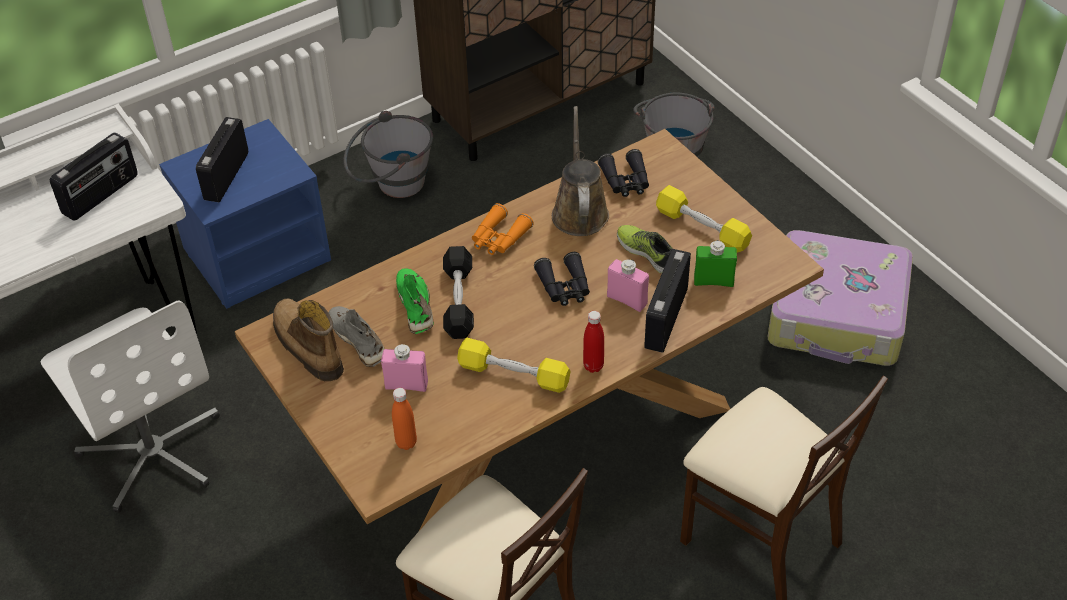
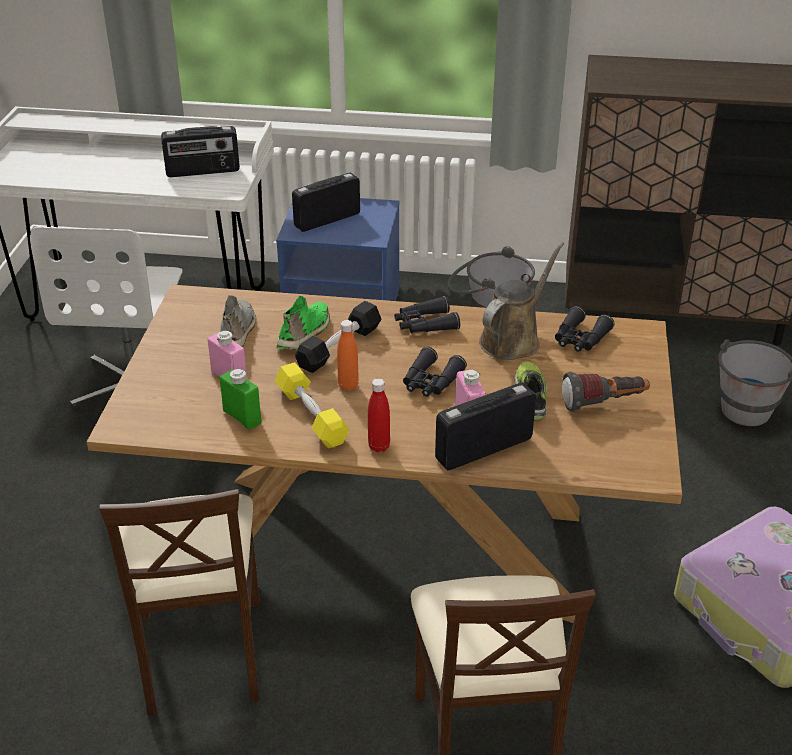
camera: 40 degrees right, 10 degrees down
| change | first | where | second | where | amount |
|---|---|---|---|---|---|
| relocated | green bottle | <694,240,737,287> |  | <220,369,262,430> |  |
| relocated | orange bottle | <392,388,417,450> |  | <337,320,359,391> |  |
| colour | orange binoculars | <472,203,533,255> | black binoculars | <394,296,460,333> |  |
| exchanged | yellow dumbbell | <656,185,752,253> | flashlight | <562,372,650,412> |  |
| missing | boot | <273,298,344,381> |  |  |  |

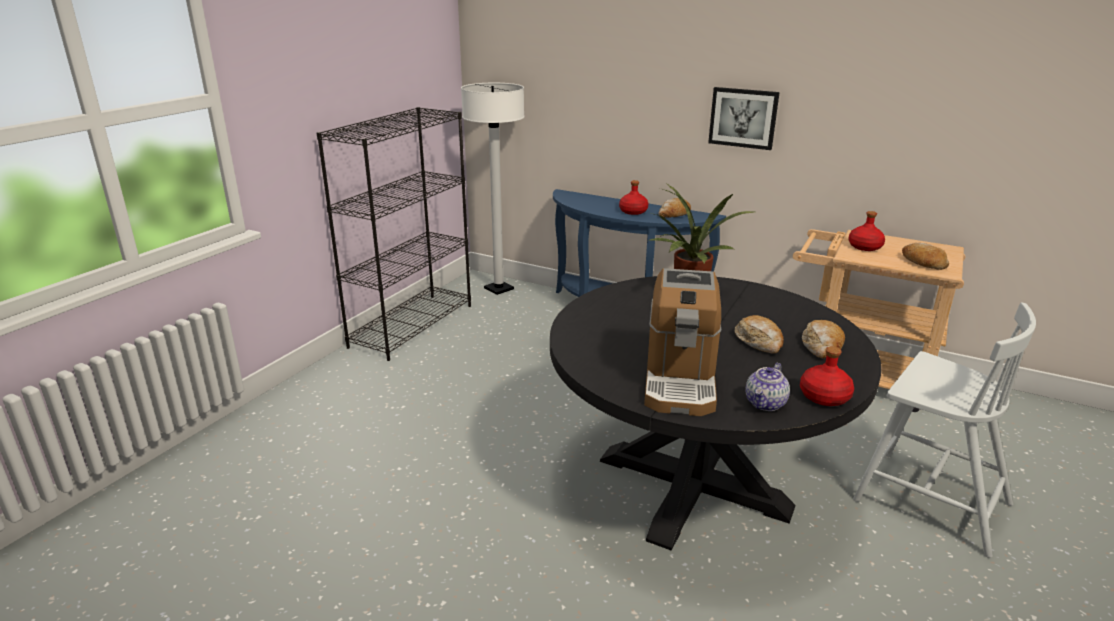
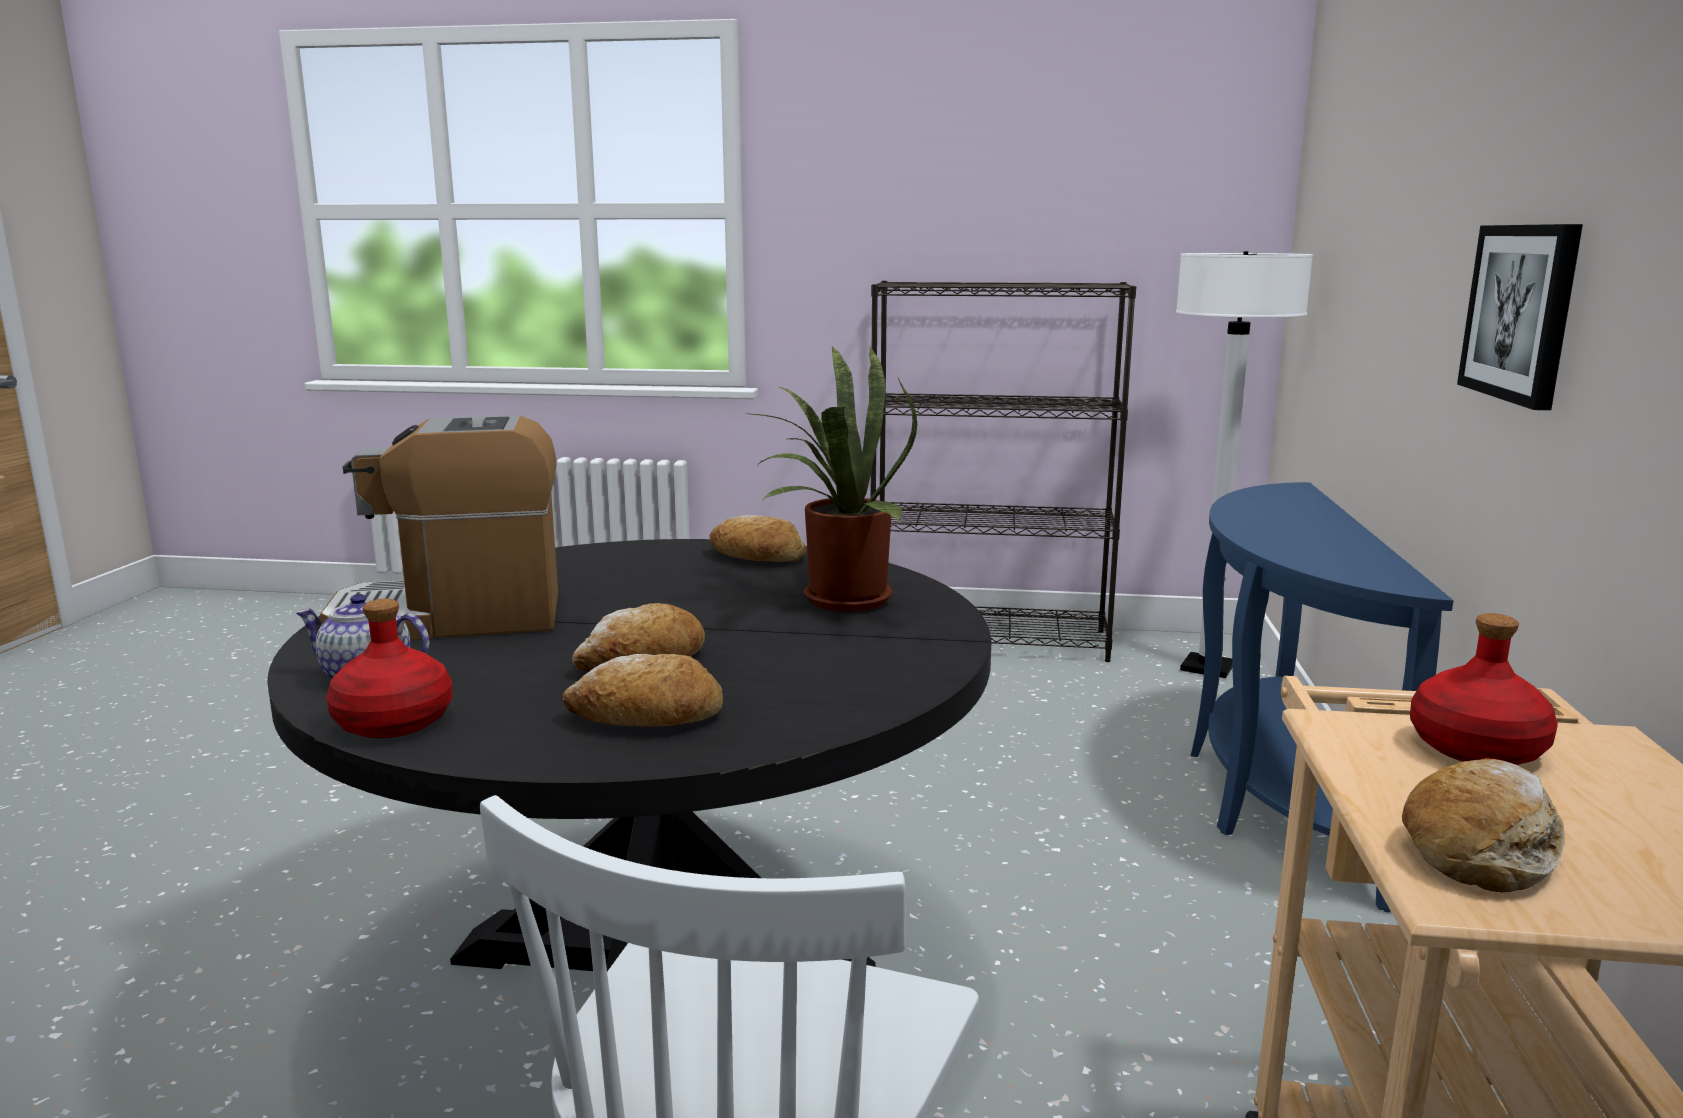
camera: 70 degrees right, 10 degrees down
| change | first | where | second | where | amount |
|---|---|---|---|---|---|
| relocated | bread | <659,198,691,218> |  | <710,515,806,562> |  |
| missing | red bottle | <619,180,649,215> |  |  |  |

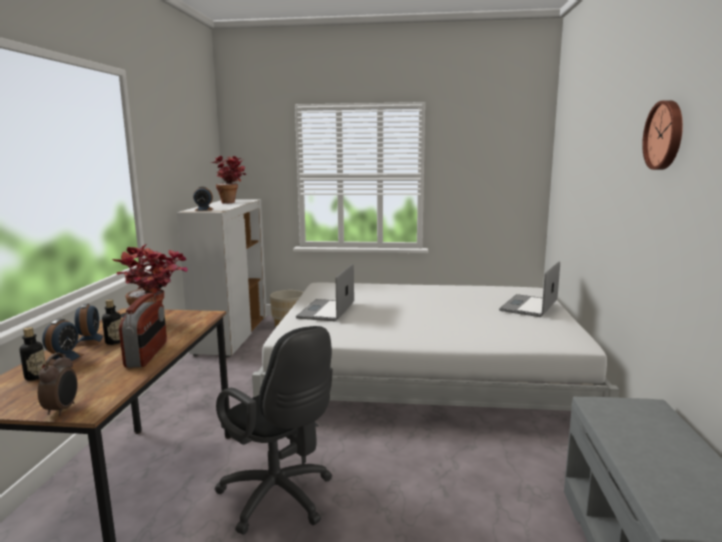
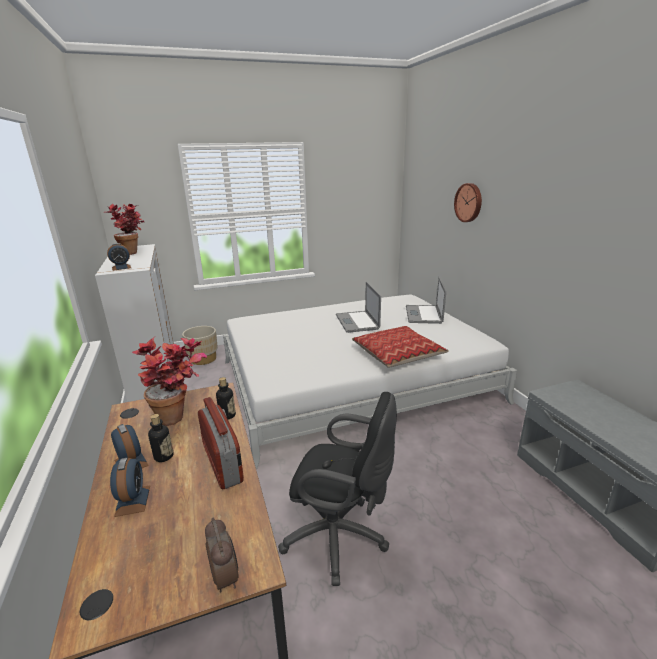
camera: 25 degrees left, 10 degrees up
| change | first | where | second | where | amount |
|---|---|---|---|---|---|
| relocated | bottle | <19,327,46,381> |  | <216,377,236,419> |  |
| relocated | laptop | <296,264,354,321> |  | <336,282,381,333> |  |
| appeared |  |  | pillow | <352,326,449,368> |  |
| relocated | wall clock | <642,100,683,170> |  | <454,183,482,222> |  |

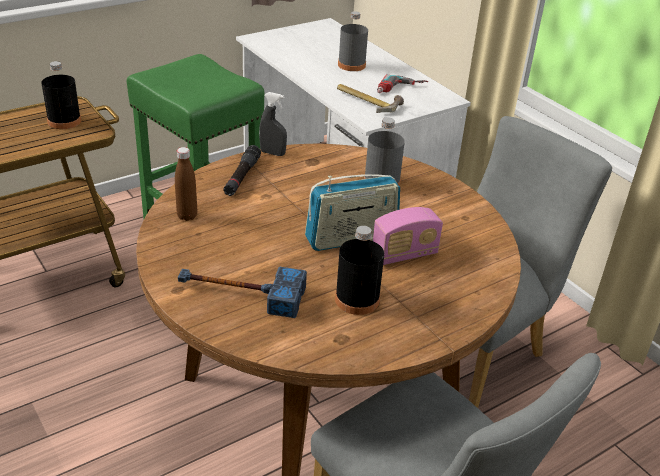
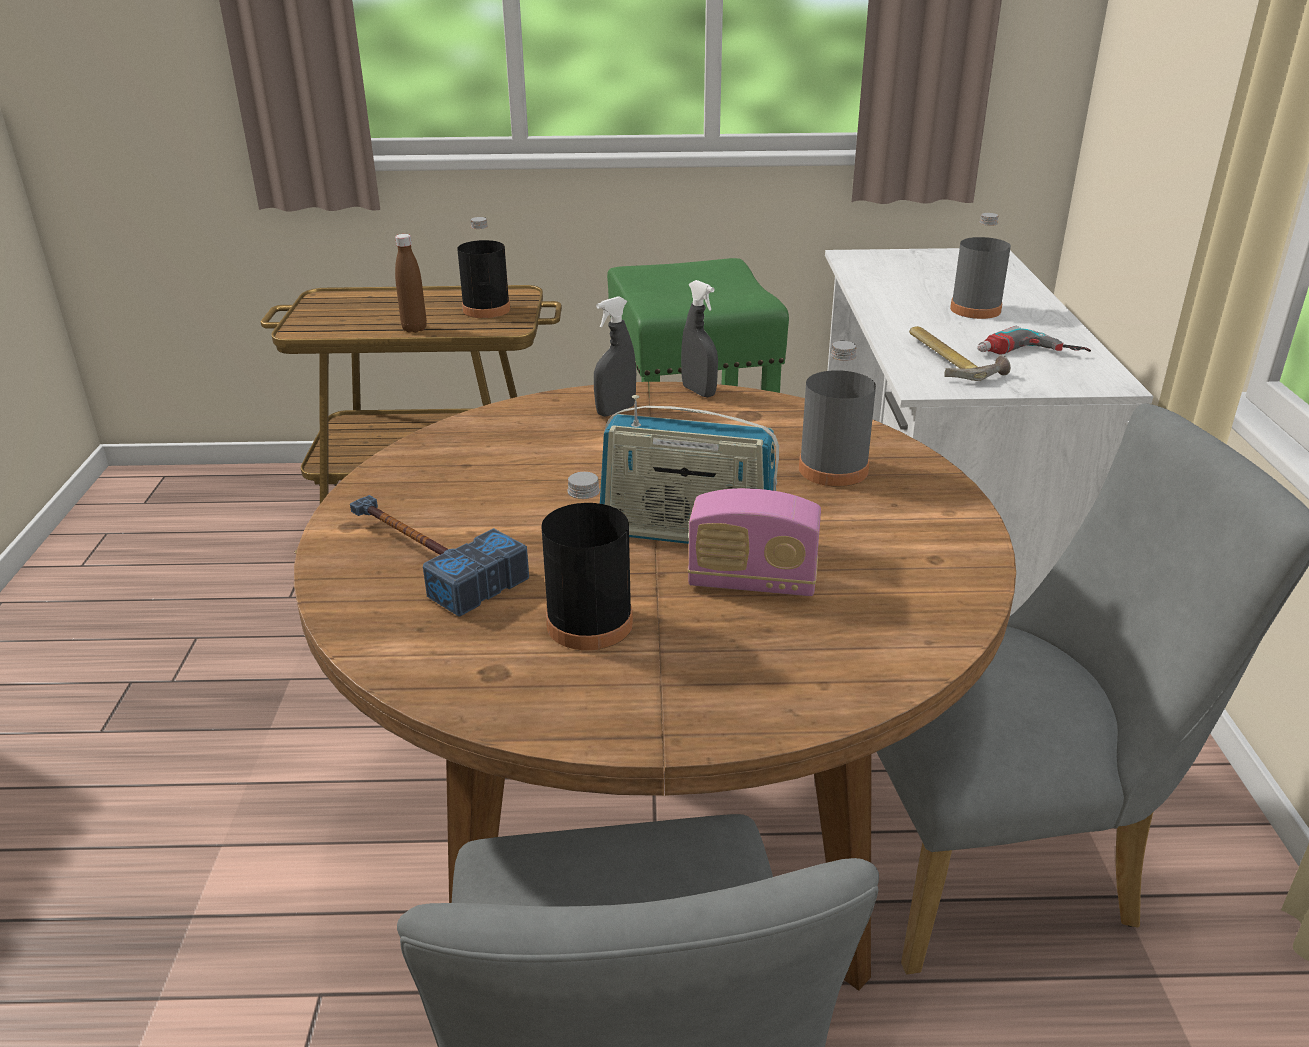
camera: 35 degrees right, 5 degrees down
| change | first | where | second | where | amount |
|---|---|---|---|---|---|
| relocated | brown bottle | <175,147,197,221> |  | <395,234,427,333> |  |
| exchanged | black flashlight | <223,145,261,196> | grey spray bottle | <594,296,636,417> |  |

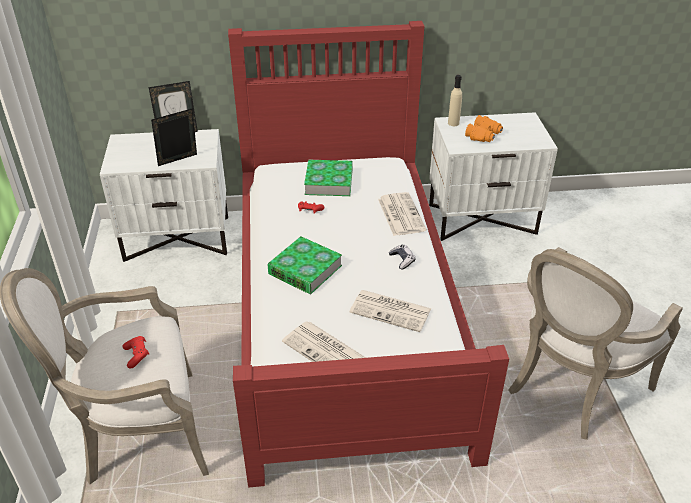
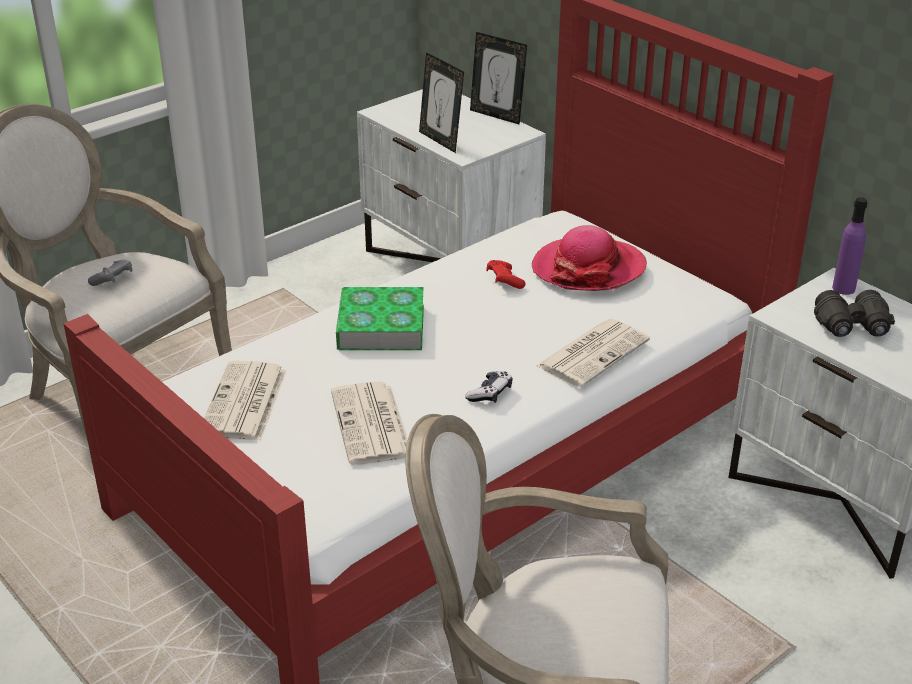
camera: 55 degrees right, 5 degrees down
| change | first | where | second | where | amount |
|---|---|---|---|---|---|
| colour | red game controller | <123,336,149,368> | grey game controller | <88,260,132,286> |  |
| spun | picture frame | <151,108,197,166> |  | <419,52,464,153> | 150 degrees counterclockwise |
| exchanged | book | <304,160,353,196> | hat | <532,225,647,291> |  |
| colour | orange binoculars | <465,115,503,142> | black binoculars | <814,290,895,337> |  |
| colour | beige bottle | <448,75,462,126> | purple bottle | <832,197,867,295> |  |

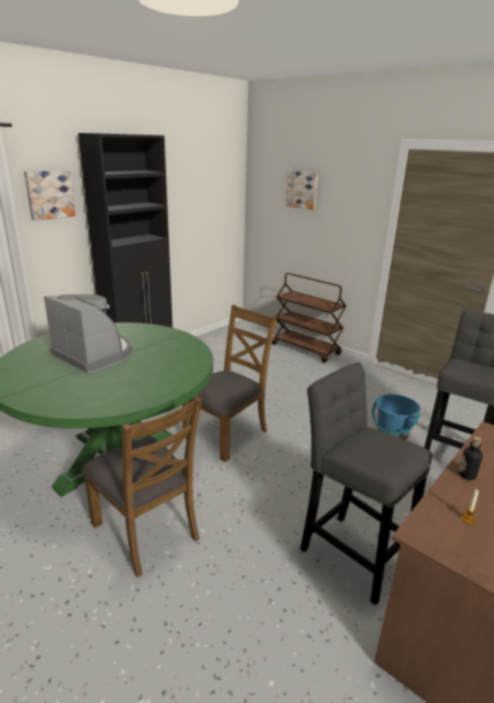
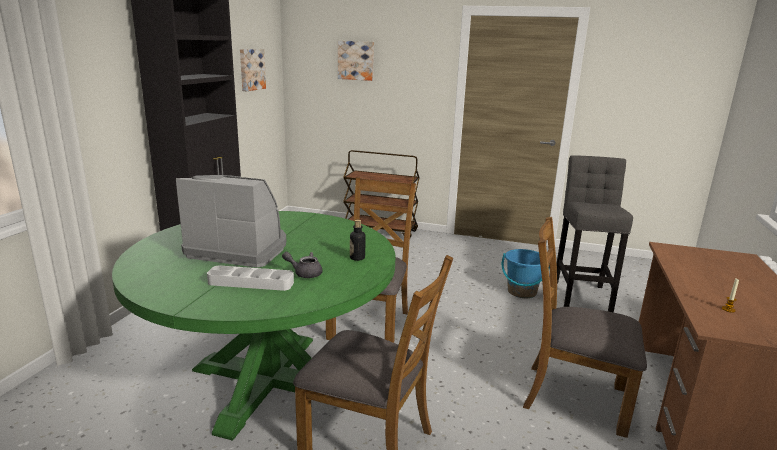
camera: 25 degrees left, 5 degrees down
| change | first | where | second | where | amount |
|---|---|---|---|---|---|
| appeared |  |  | grey tray | <207,265,294,291> |  |
| relocated | picture | <24,170,76,220> |  | <240,49,266,91> |  |
| appeared |  |  | grey teapot | <282,252,322,278> |  |
| relocated | bottle | <458,437,483,480> |  | <350,220,366,261> |  |
| exchanged | grey stool | <300,363,432,605> | brown chair | <523,217,647,438> |  |

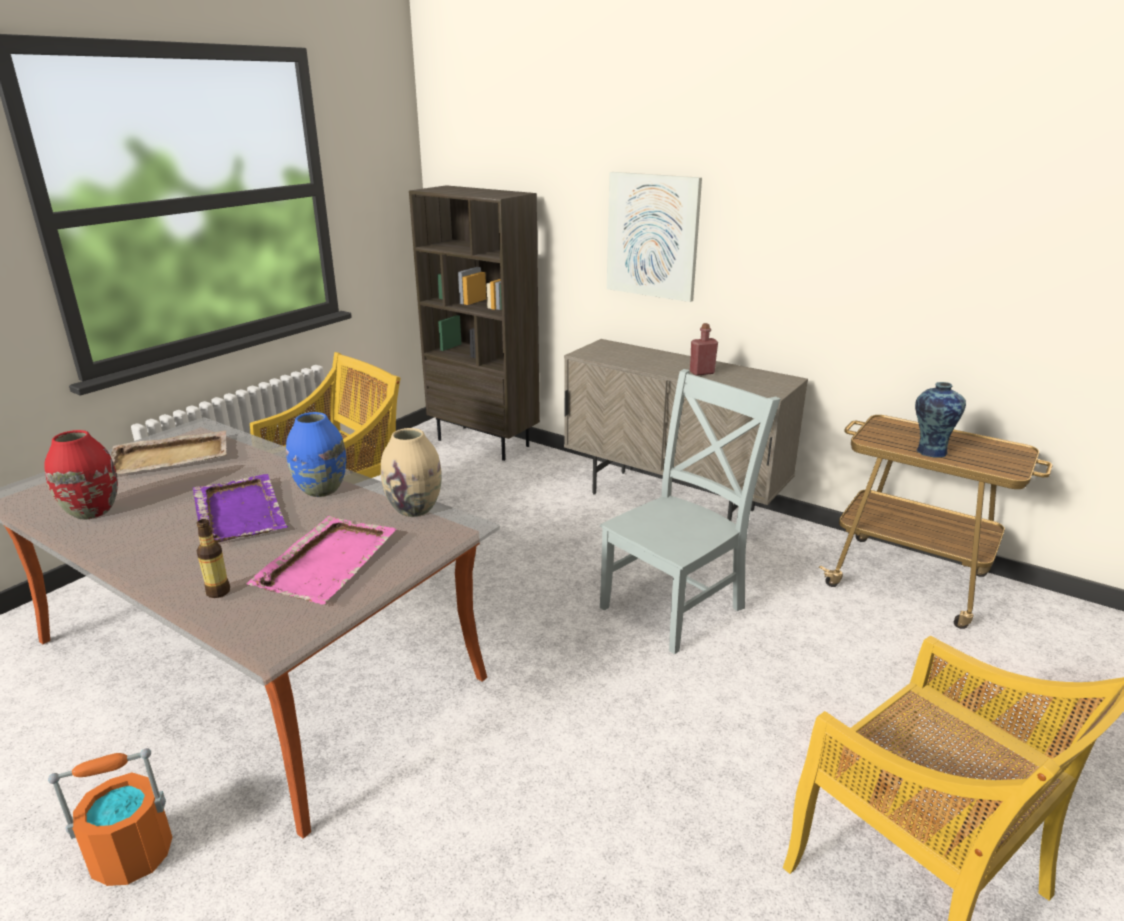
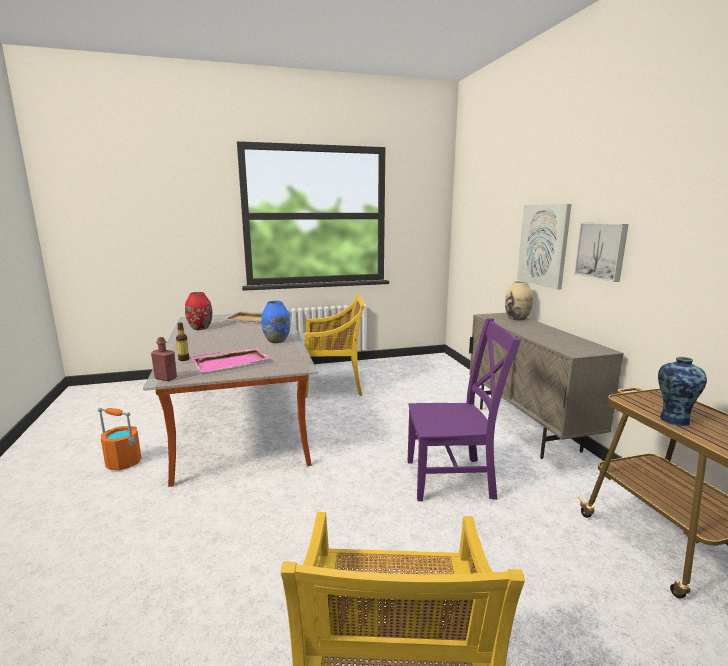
camera: 40 degrees right, 10 degrees down
| change | first | where | second | where | amount |
|---|---|---|---|---|---|
| relocated | red bottle | <690,323,718,376> |  | <151,337,177,381> |  |
| colour | grey chair | <600,369,780,654> | purple chair | <408,318,521,501> |  |
| relocated | beige vase | <381,428,442,517> |  | <505,281,533,321> |  |
| appeared |  |  | picture | <574,223,628,282> |  |
| missing | purple tray | <192,474,288,543> |  |  |  |
| missing | brown bookcase | <409,185,540,461> |  |  |  |

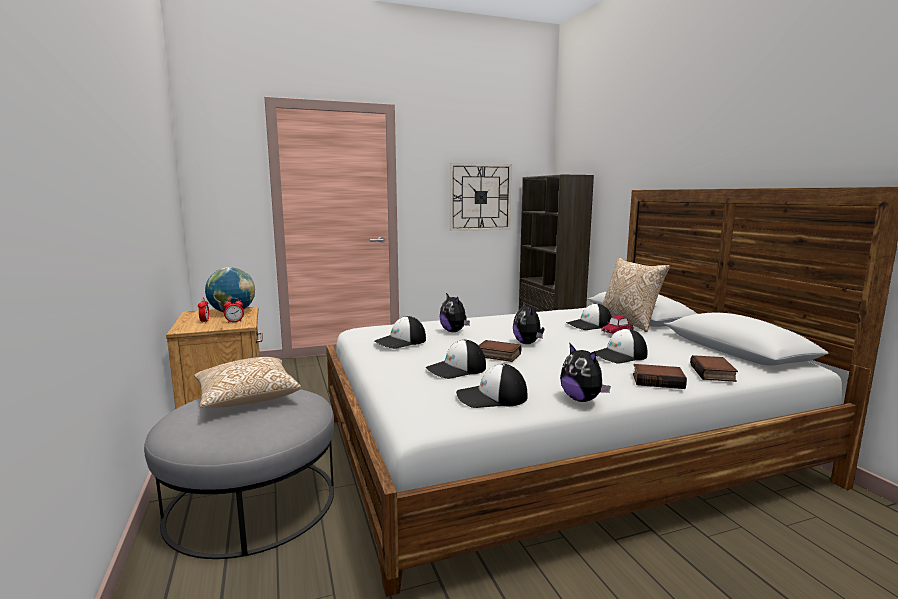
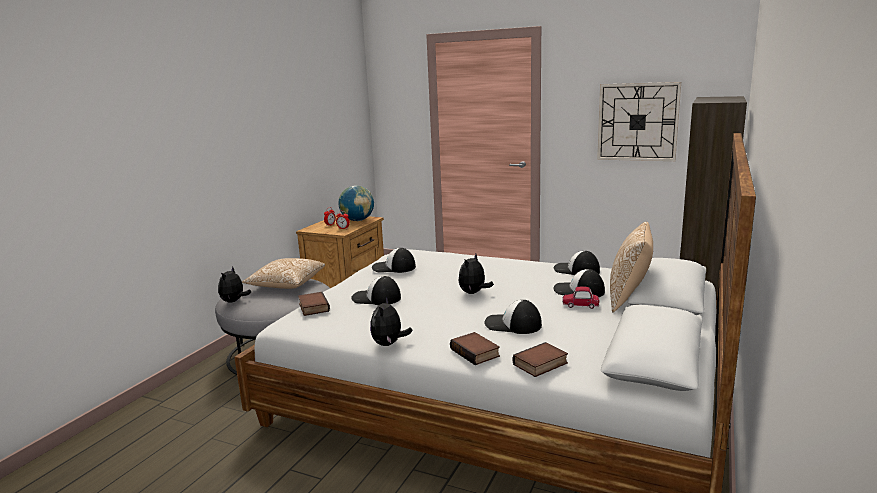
camera: 45 degrees right, 5 degrees up
| change | first | where | second | where | amount |
|---|---|---|---|---|---|
| relocated | plush toy | <440,293,470,332> |  | <218,267,251,303> |  |
| relocated | book | <478,340,521,362> |  | <298,292,330,316> |  |
| relocated | cap | <456,364,527,408> |  | <554,251,600,275> |  |

